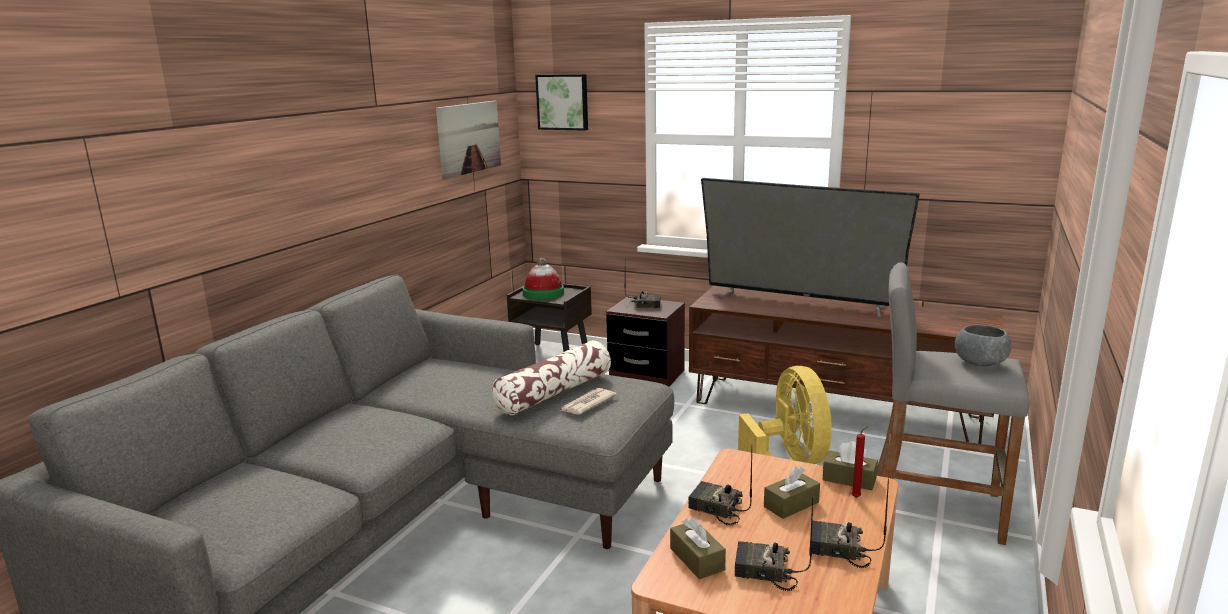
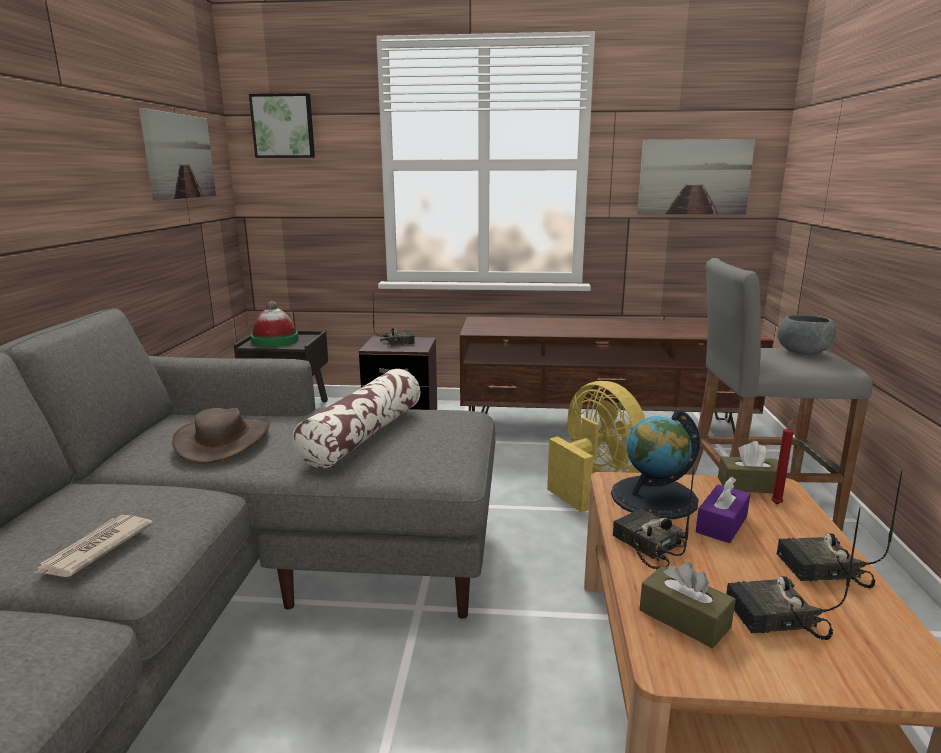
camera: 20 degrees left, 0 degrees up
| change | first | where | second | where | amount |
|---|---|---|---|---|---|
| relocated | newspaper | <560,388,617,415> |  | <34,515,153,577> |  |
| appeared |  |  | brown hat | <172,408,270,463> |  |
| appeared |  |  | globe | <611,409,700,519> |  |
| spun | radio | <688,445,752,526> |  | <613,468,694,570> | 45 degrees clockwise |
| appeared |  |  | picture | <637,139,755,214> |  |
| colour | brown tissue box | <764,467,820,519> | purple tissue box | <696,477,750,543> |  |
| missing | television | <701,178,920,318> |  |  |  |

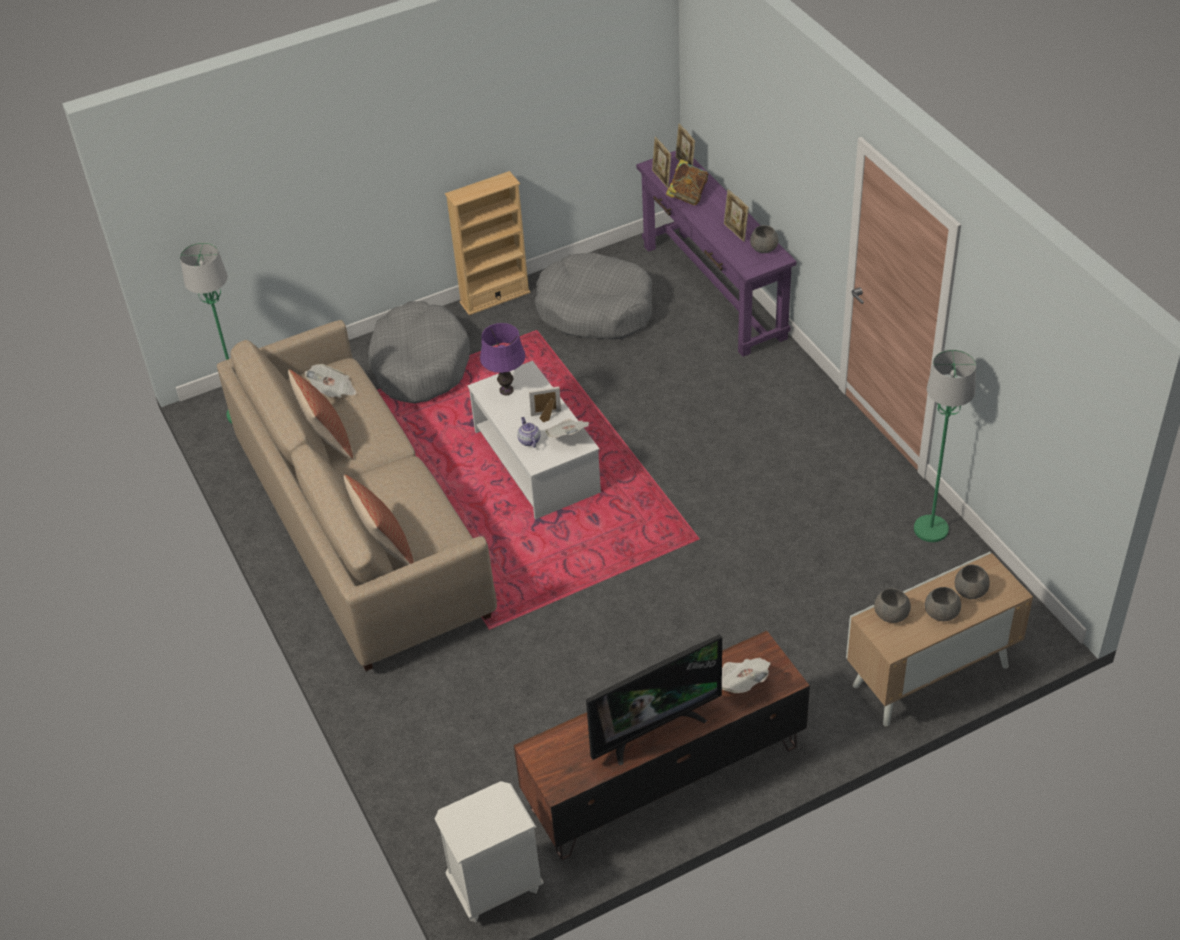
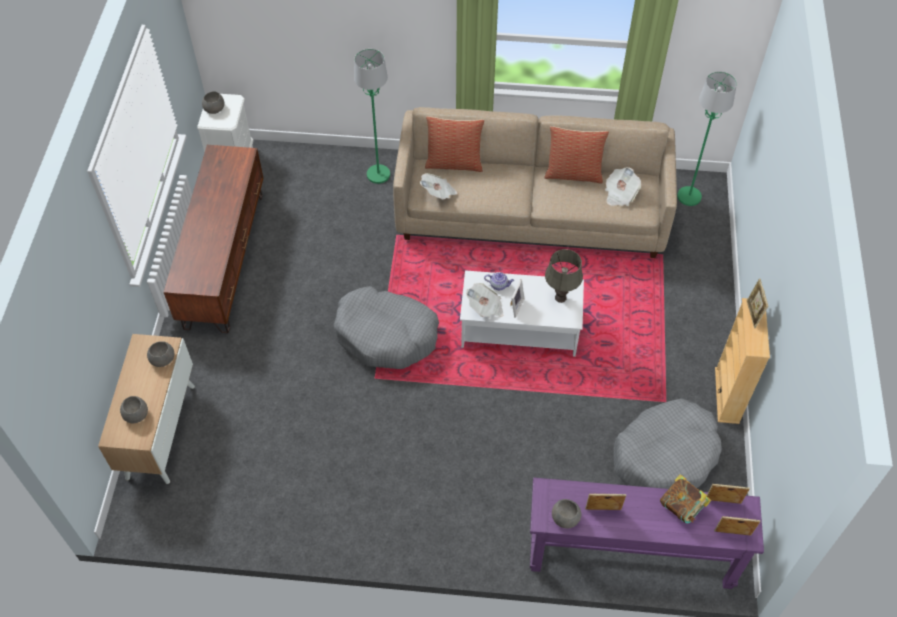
camera: 120 degrees right, 10 degrees up
| change | first | where | second | where | amount |
|---|---|---|---|---|---|
| relocated | grey bowl | <925,587,961,621> |  | <202,91,224,114> |  |
| relocated | grey dog bed | <368,301,470,404> |  | <334,286,439,369> |  |
| relocated | green floor lamp | <914,350,976,542> |  | <354,49,390,184> |  |
| relocated | newspaper | <722,658,770,693> |  | <420,173,458,200> |  |
| colour | purple table lamp | <480,323,526,395> | grey table lamp | <545,249,583,303> |  |
| appeared |  |  | picture frame | <747,278,768,328> |  |
| missing | television | <586,634,722,765> |  |  |  |

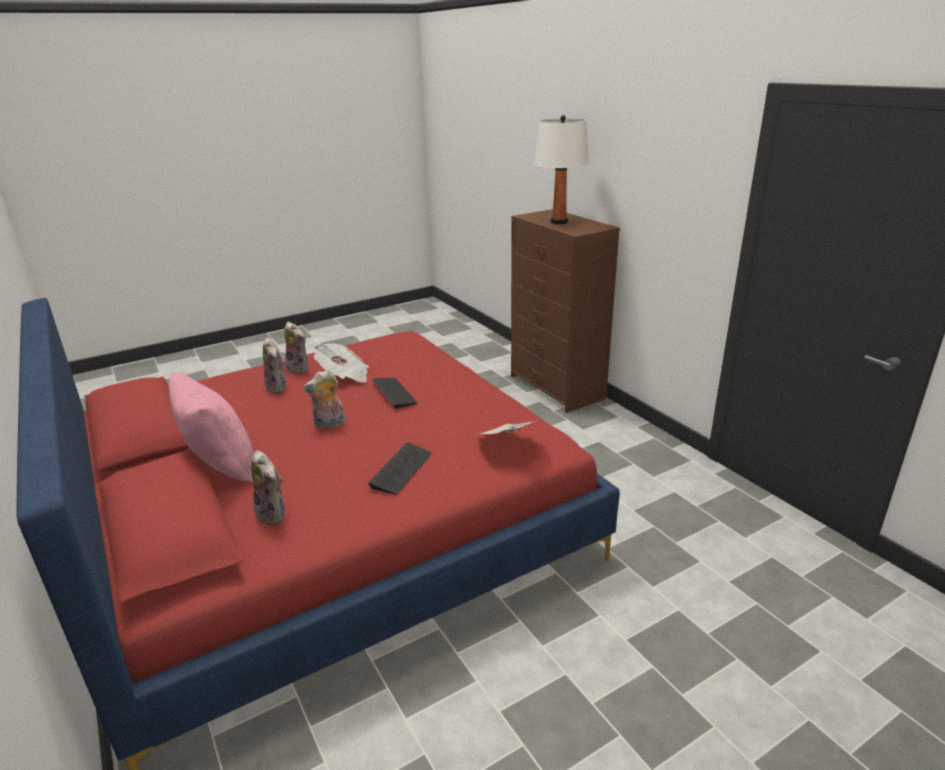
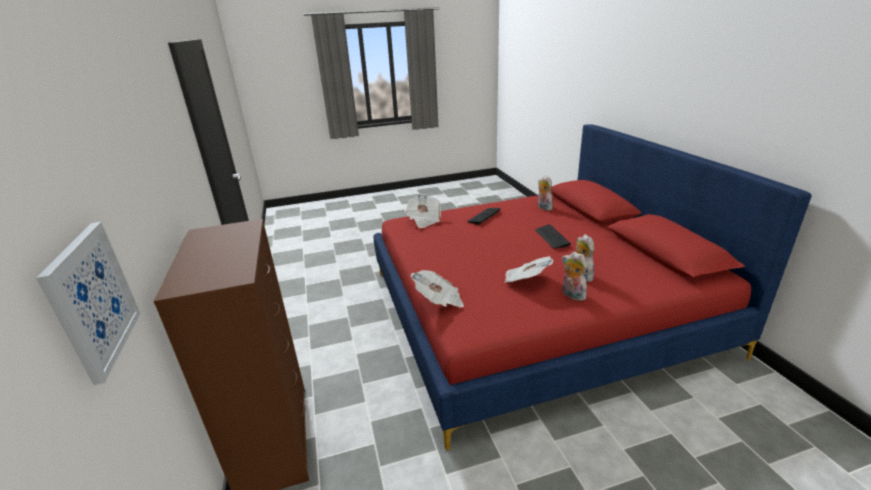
camera: 165 degrees left, 0 degrees up
| change | first | where | second | where | amount |
|---|---|---|---|---|---|
| appeared |  |  | picture | <36,222,141,385> |  |
| appeared |  |  | newspaper | <411,270,464,307> |  |
| relocated | keyboard | <373,378,418,409> |  | <535,224,571,249> |  |
| missing | pink pillow | <169,372,254,484> |  |  |  |
| missing | plush toy | <303,369,345,429> |  |  |  |
| missing | white table lamp | <534,115,589,224> |  |  |  |

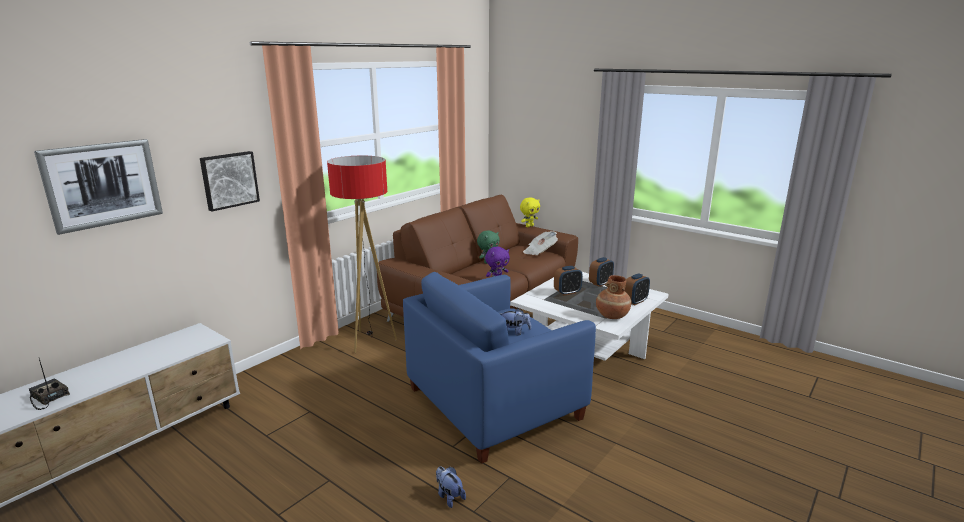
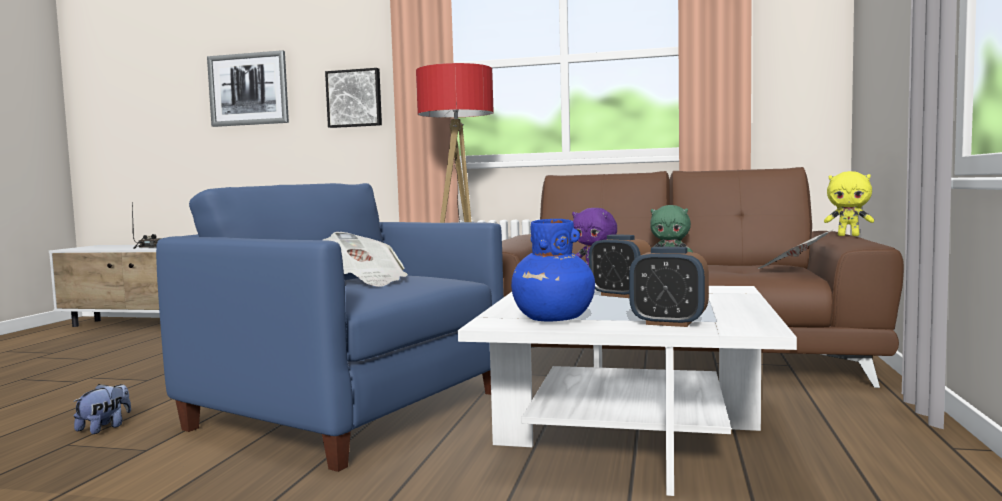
camera: 65 degrees right, 15 degrees down
| change | first | where | second | where | amount |
|---|---|---|---|---|---|
| exchanged | plush toy | <499,308,531,335> | newspaper | <323,232,408,287> |  |
| colour | brown vase | <596,275,631,319> | blue vase | <511,219,595,321> |  |
| missing | alarm clock | <589,257,614,287> |  |  |  |

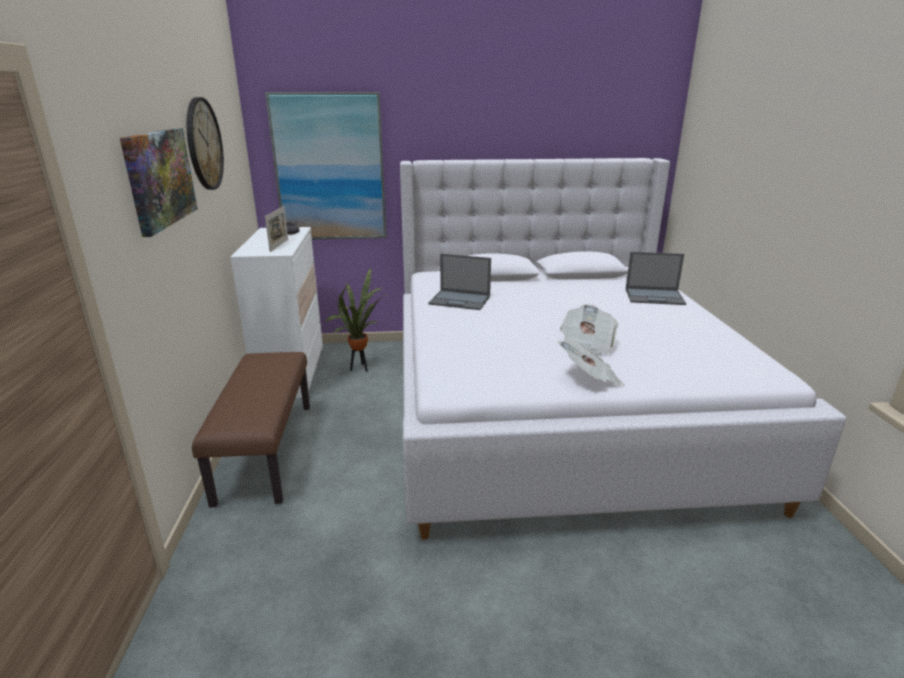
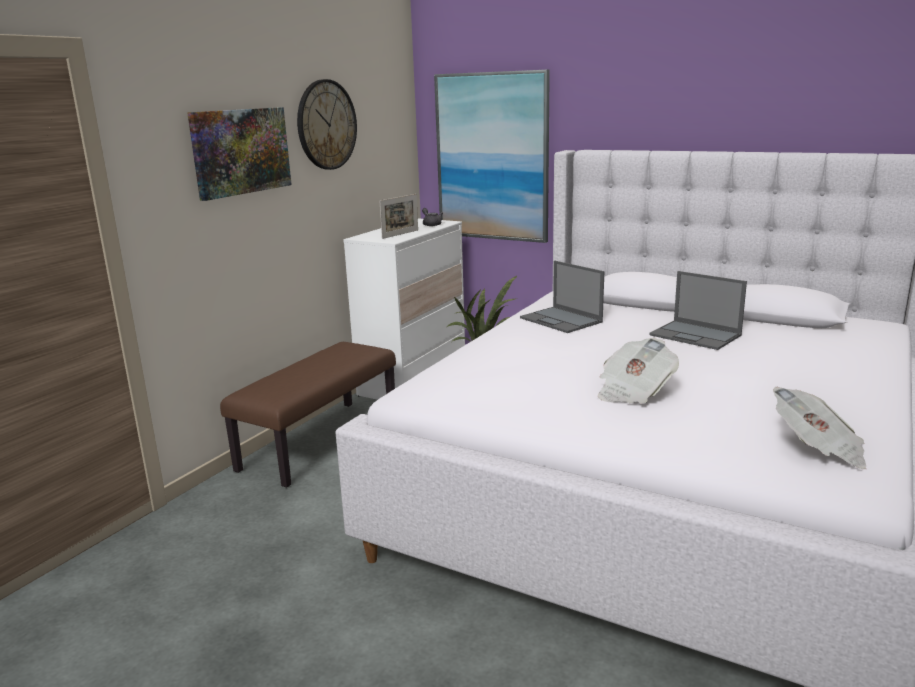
camera: 35 degrees right, 5 degrees down
| change | first | where | second | where | amount |
|---|---|---|---|---|---|
| relocated | laptop | <626,252,686,305> |  | <649,271,747,350> |  |
| relocated | newspaper | <558,340,624,386> |  | <773,387,866,469> |  |

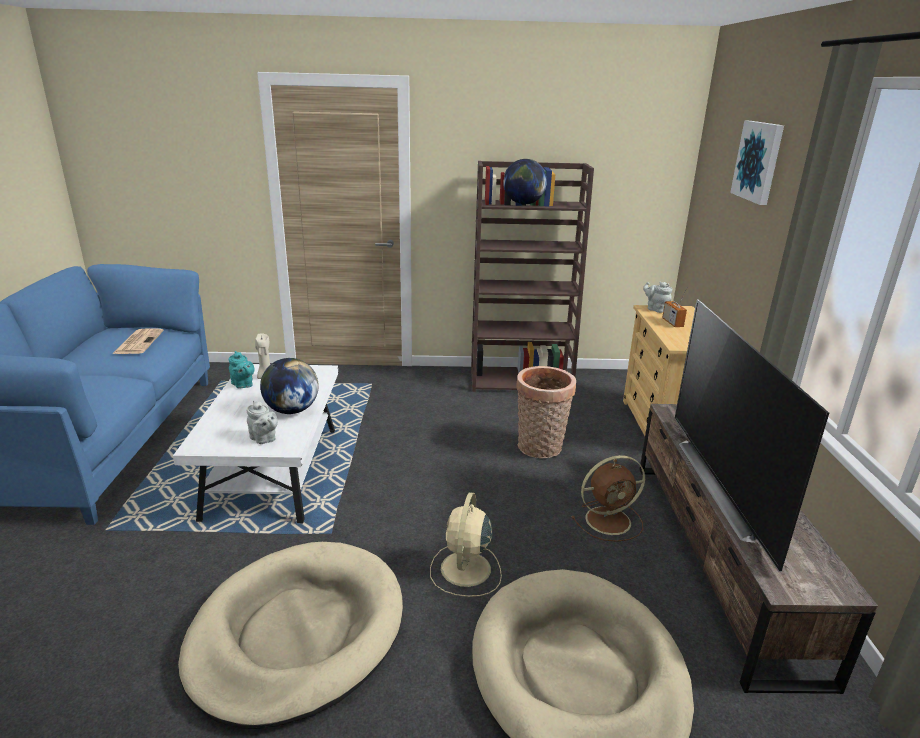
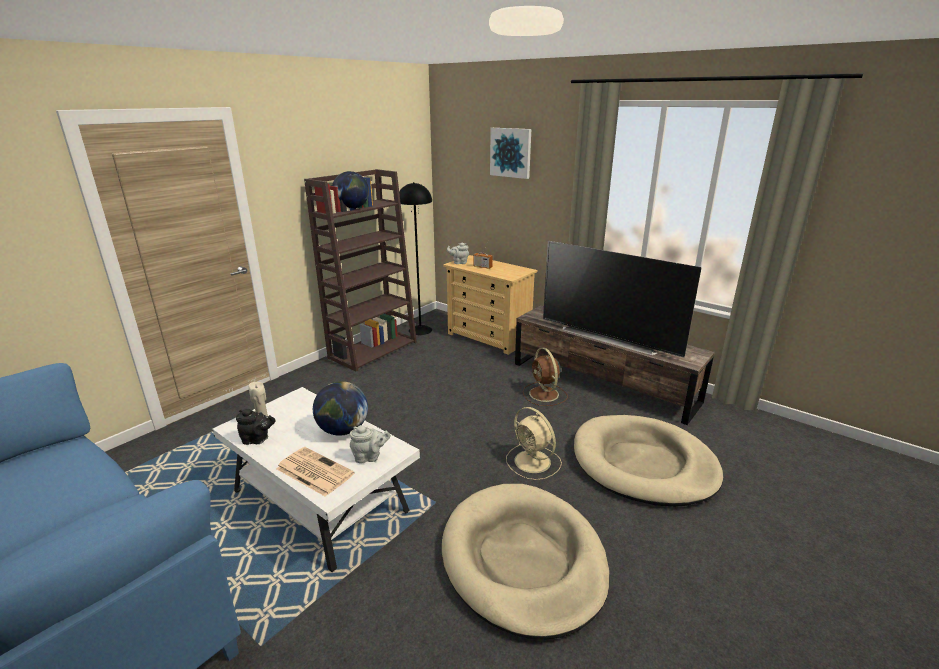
camera: 50 degrees left, 0 degrees up
| change | first | where | second | where | amount |
|---|---|---|---|---|---|
| colour | turquoise teapot | <229,351,255,389> | black teapot | <236,409,276,445> |  |
| relocated | newspaper | <112,328,164,354> |  | <276,447,354,497> |  |
| appeared |  |  | black floor lamp | <399,182,432,335> |  |
| spun | brown fan | <571,455,645,542> |  | <523,348,568,406> | 135 degrees clockwise |
| missing | basket | <516,366,576,458> |  |  |  |

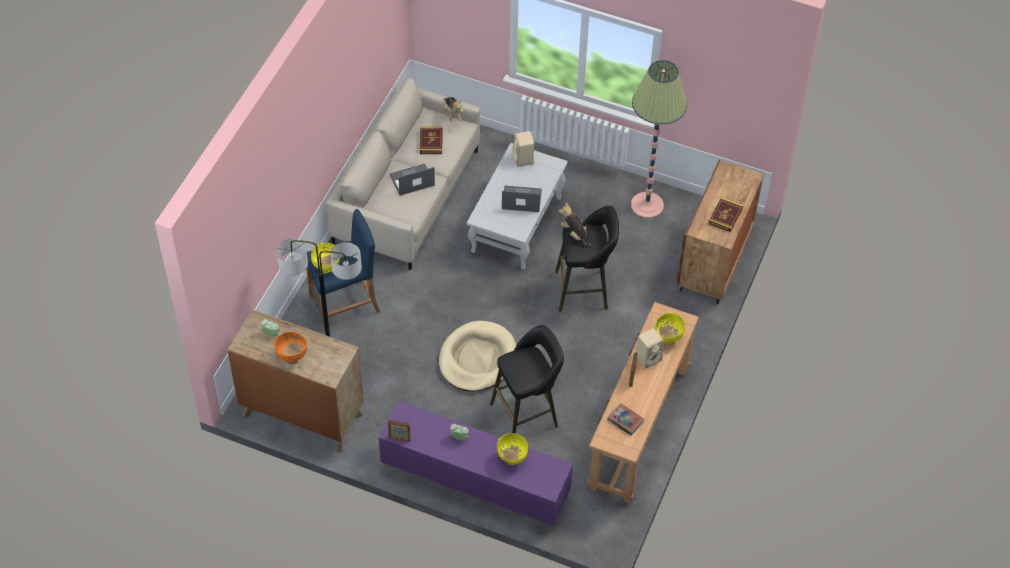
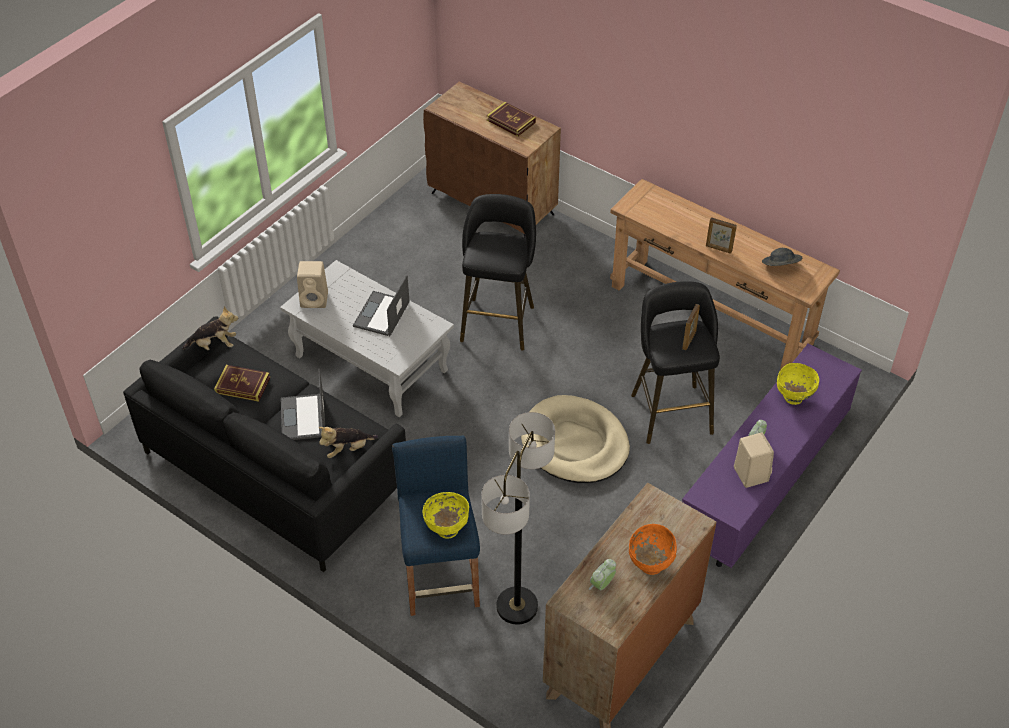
camera: 75 degrees left, 5 degrees down
| change | first | where | second | where | amount |
|---|---|---|---|---|---|
| colour | beige sofa | <326,78,480,270> | black sofa | <123,316,406,572> |  |
| relocated | plush toy | <559,203,592,248> |  | <319,427,378,458> |  |
| relocated | picture frame | <388,420,411,442> |  | <682,304,700,350> |  |
| relocated | beige speaker | <635,328,664,368> |  | <734,432,774,488> |  |
| exchanged | book | <607,404,644,435> | grey hat | <762,248,802,266> |  |
| missing | floor lamp | <631,60,687,218> |  |  |  |
| missing | yellow bowl | <655,313,685,344> |  |  |  |

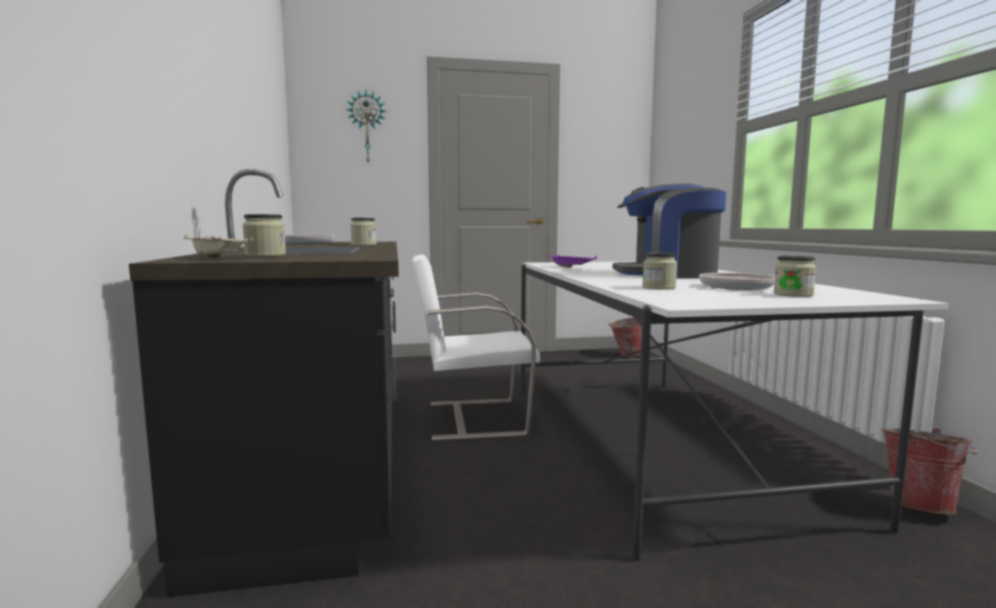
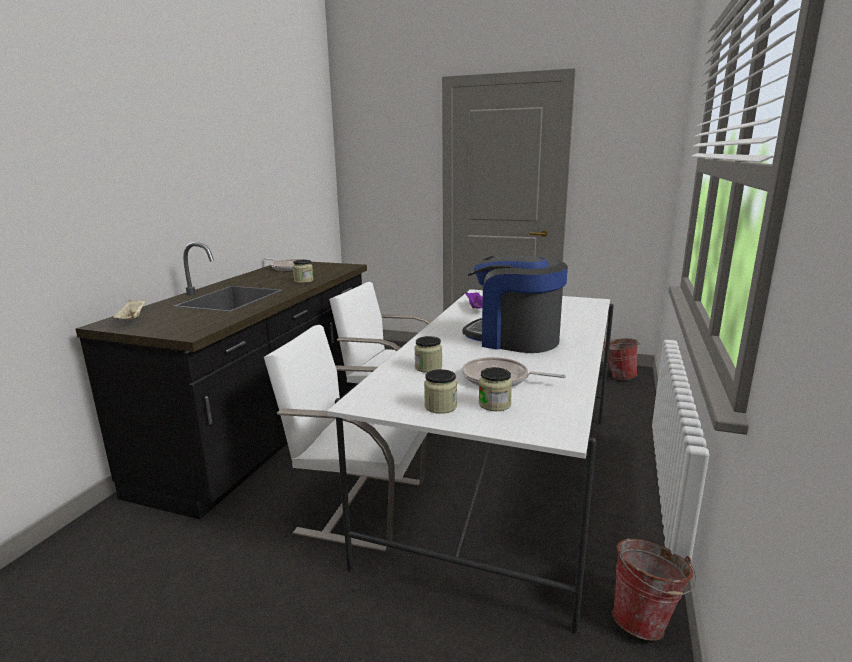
camera: 30 degrees right, 10 degrees up
| change | first | where | second | where | amount |
|---|---|---|---|---|---|
| appeared |  |  | white chair | <264,325,427,552> |  |
| relocated | jar | <243,214,286,257> |  | <424,369,457,414> |  |
| missing | wall clock | <346,90,387,163> |  |  |  |

